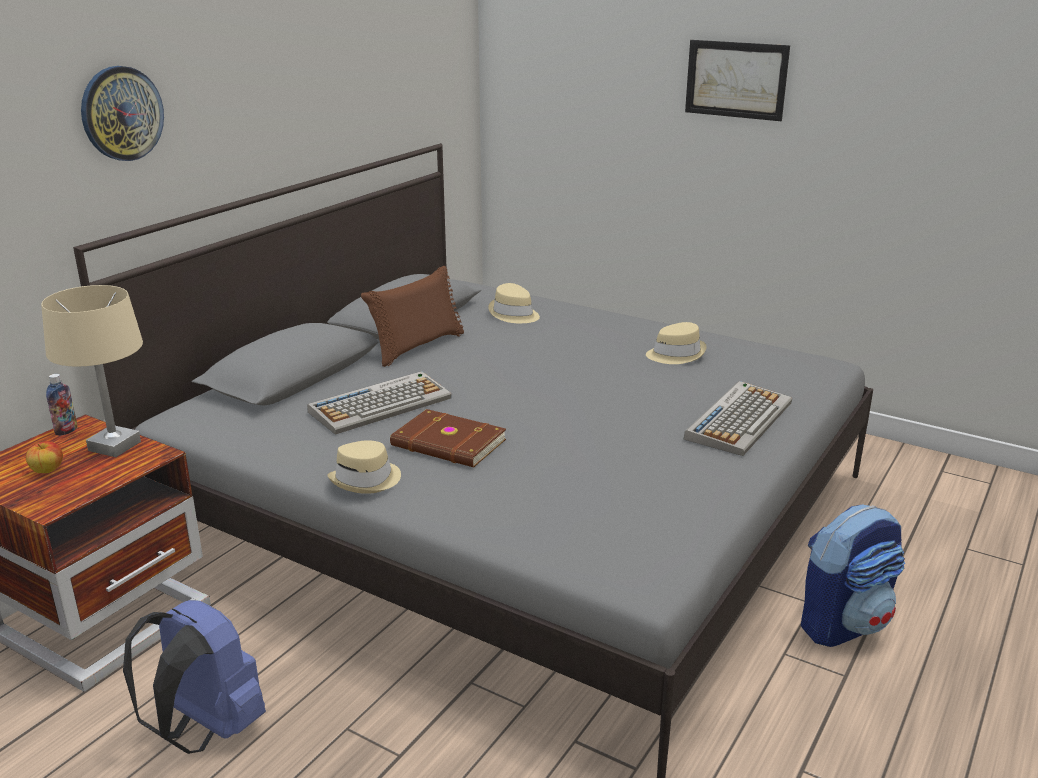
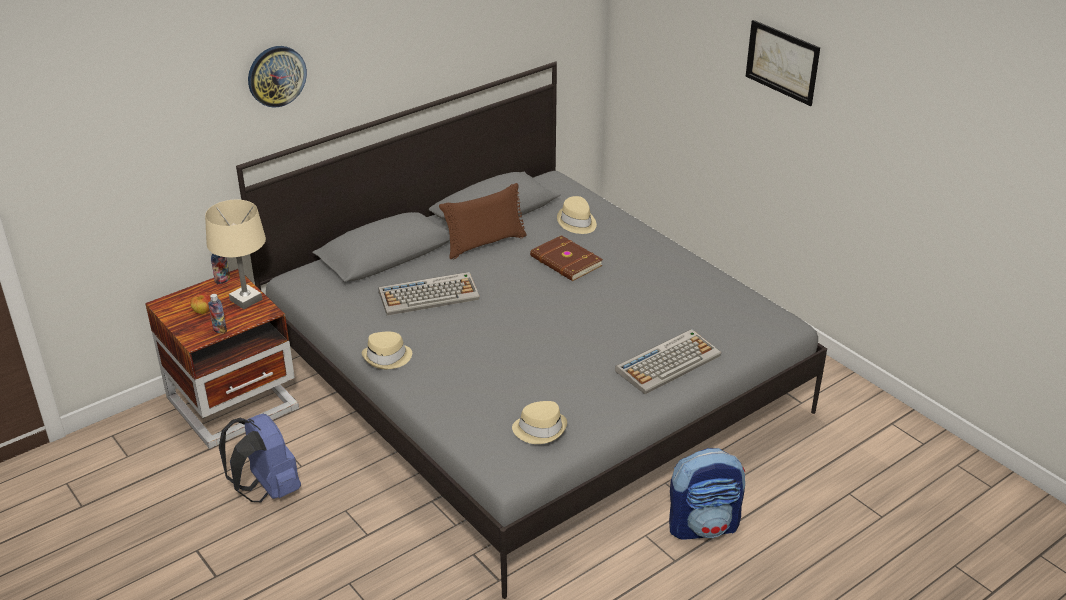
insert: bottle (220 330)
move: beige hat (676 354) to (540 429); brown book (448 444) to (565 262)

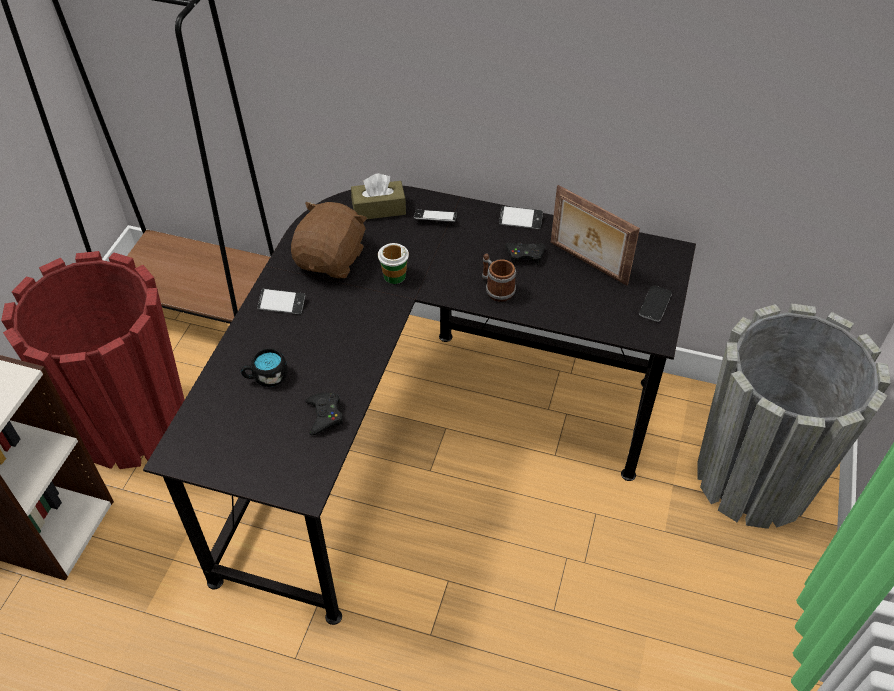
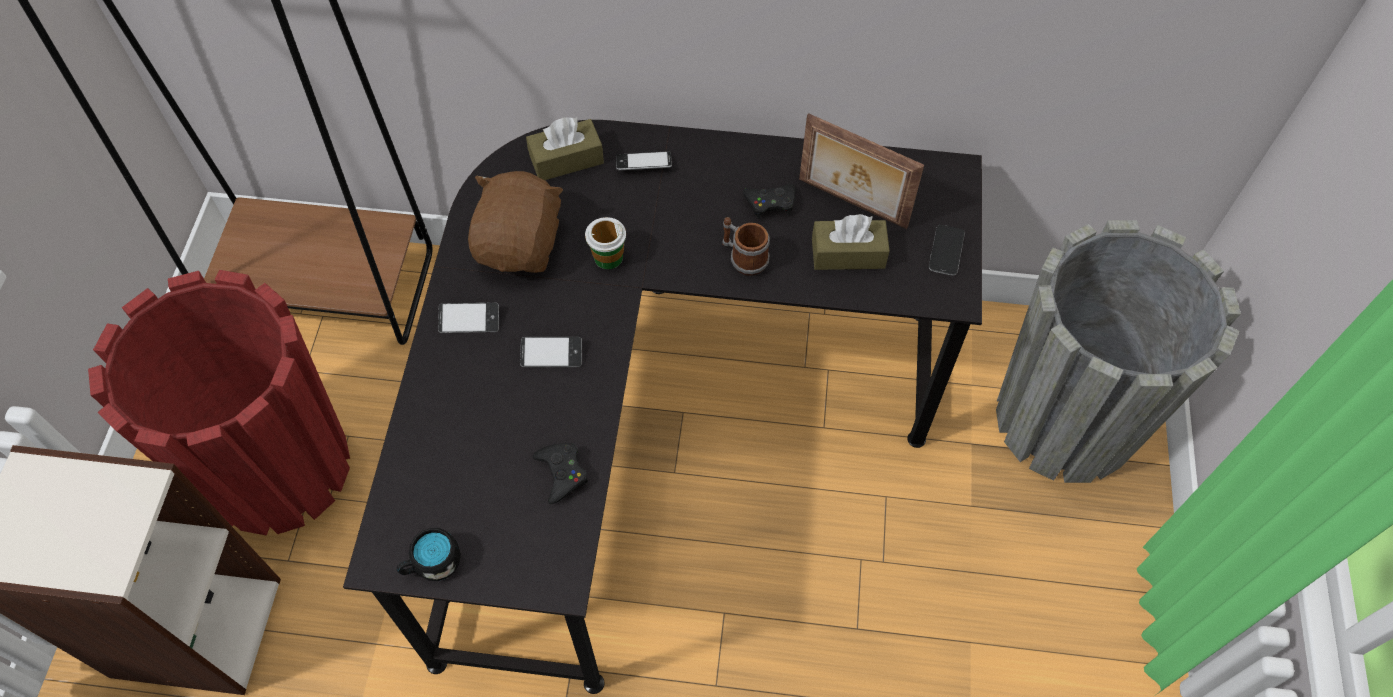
insert: brown tissue box (848 254)
move: black mug (266 377) to (431 564); phone (520 220) to (551 355)

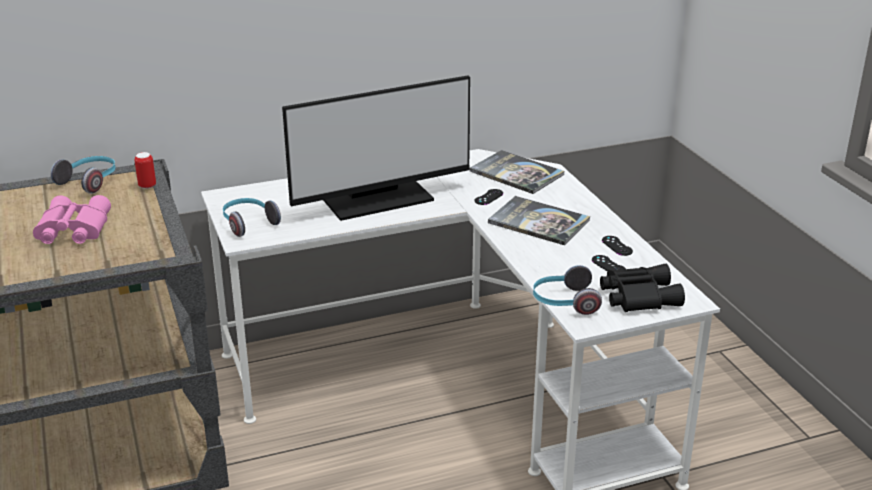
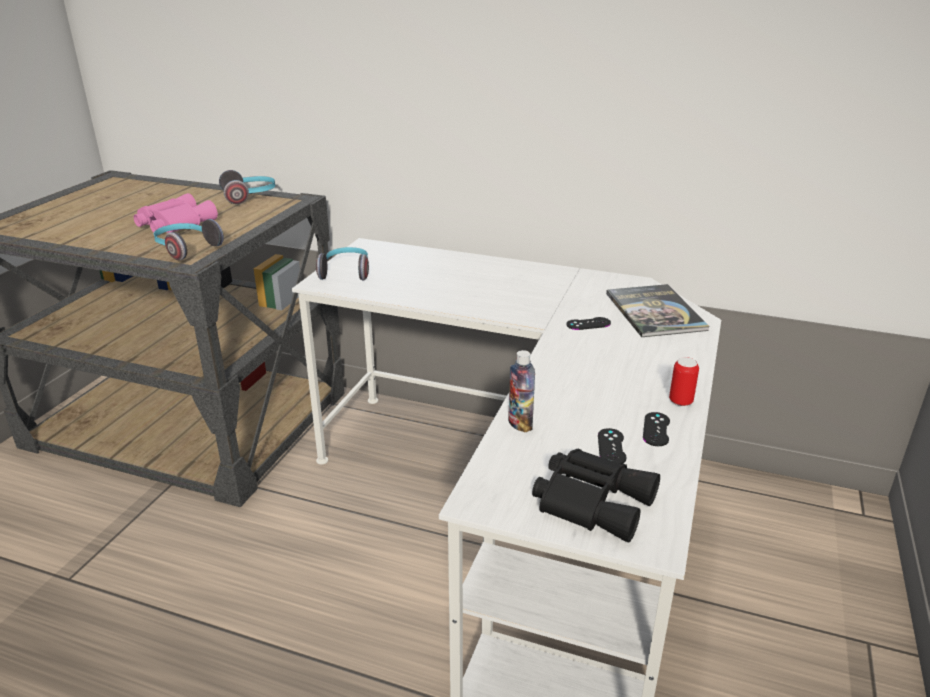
delete: monitor (377 199); book (538 222)
insert: bottle (520 424)
move: headphones (564 302) to (186 249); can (147 186) to (680 401)

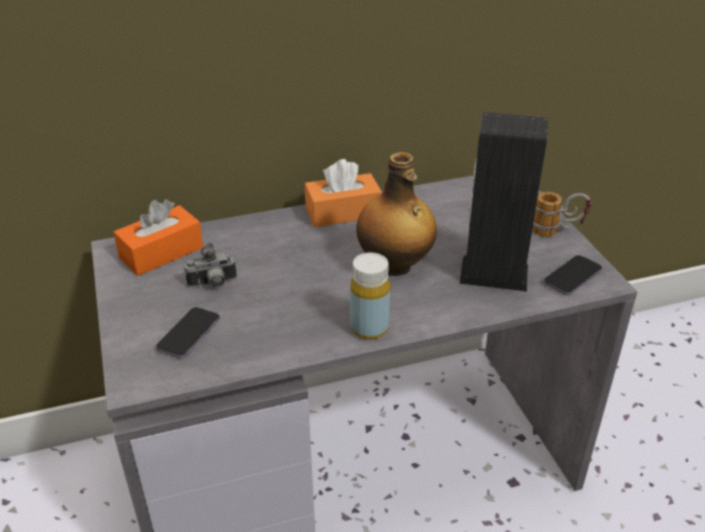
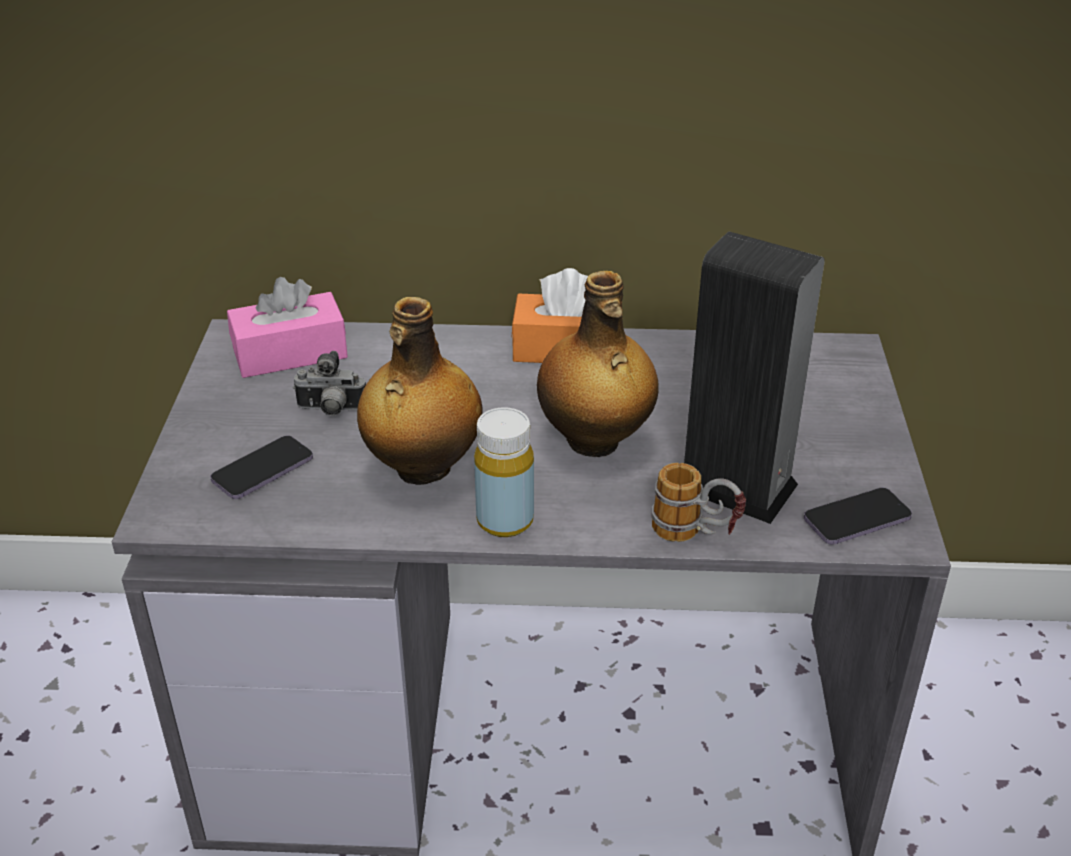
insert: bottle (422 468)
move: mug (557 231) to (695 535)
recolor: orange tissue box (161 253) to pink tissue box (290 353)

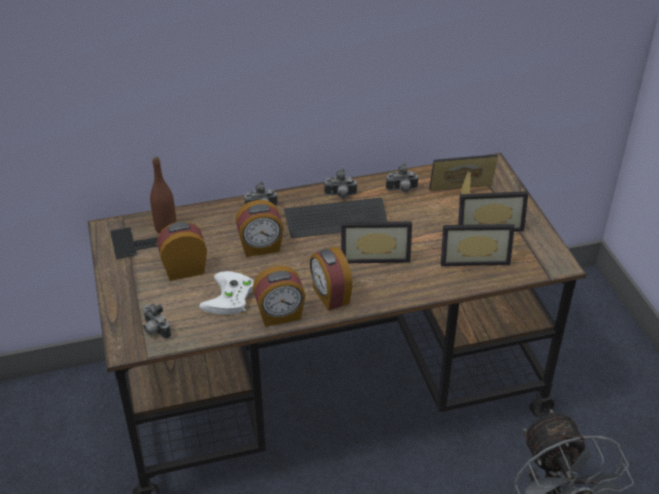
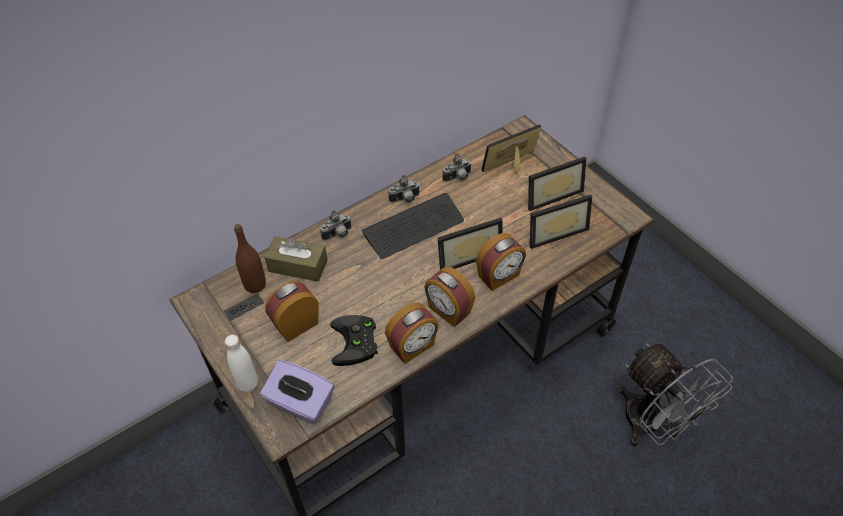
delete: phone (123 243)
insert: white bottle (248 384); brown tissue box (298 266)
move: alarm clock (261 247) to (499 276)
replace: photo camera (154 330) to purple tissue box (300 403)
recolor: white game controller (230 298) to black game controller (356 343)

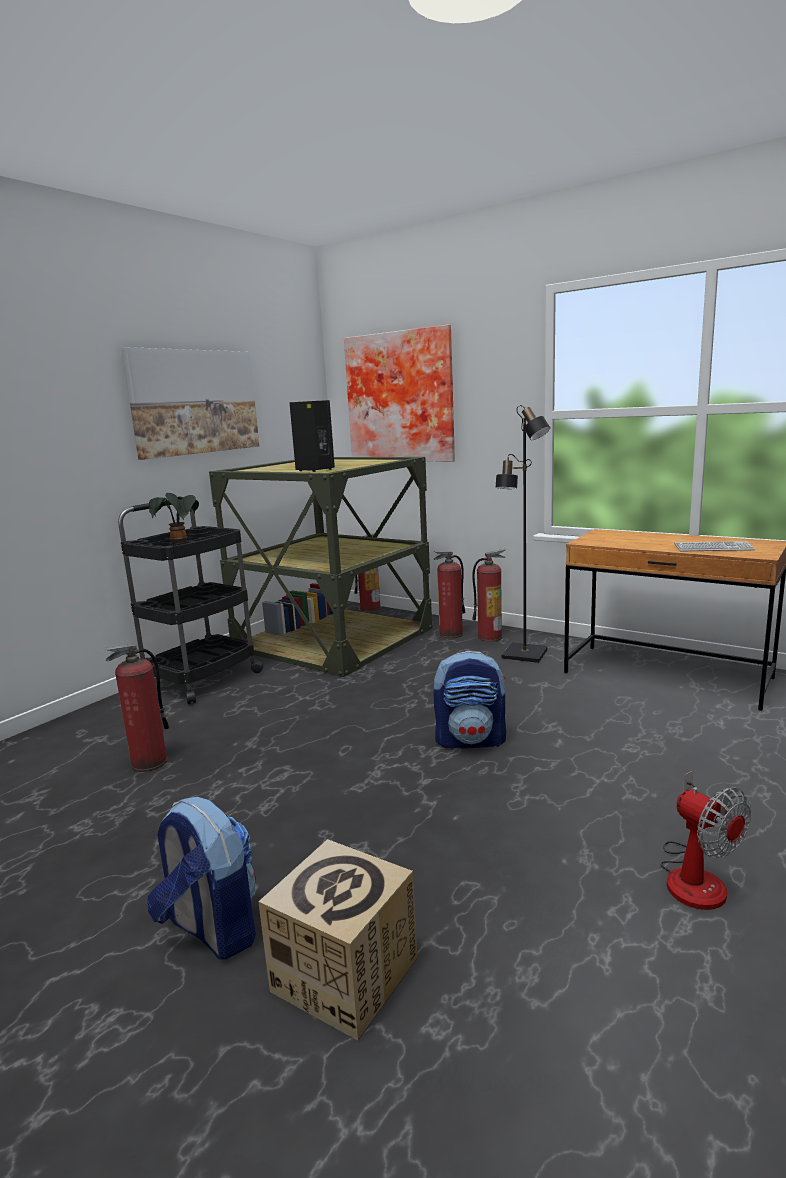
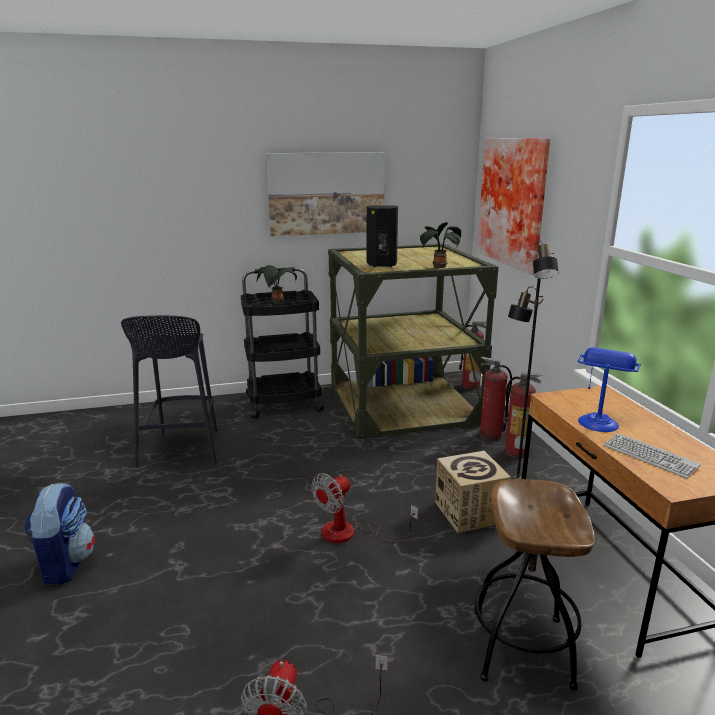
insert: potted plant (439 267); brown stool (522 646); blue table lamp (598 419)
move: cardboard box (345 975) to (469 512)
replace: fire extinguisher (149 763) to grey stool (182 449); backpack (471 740) to fan (350 533)

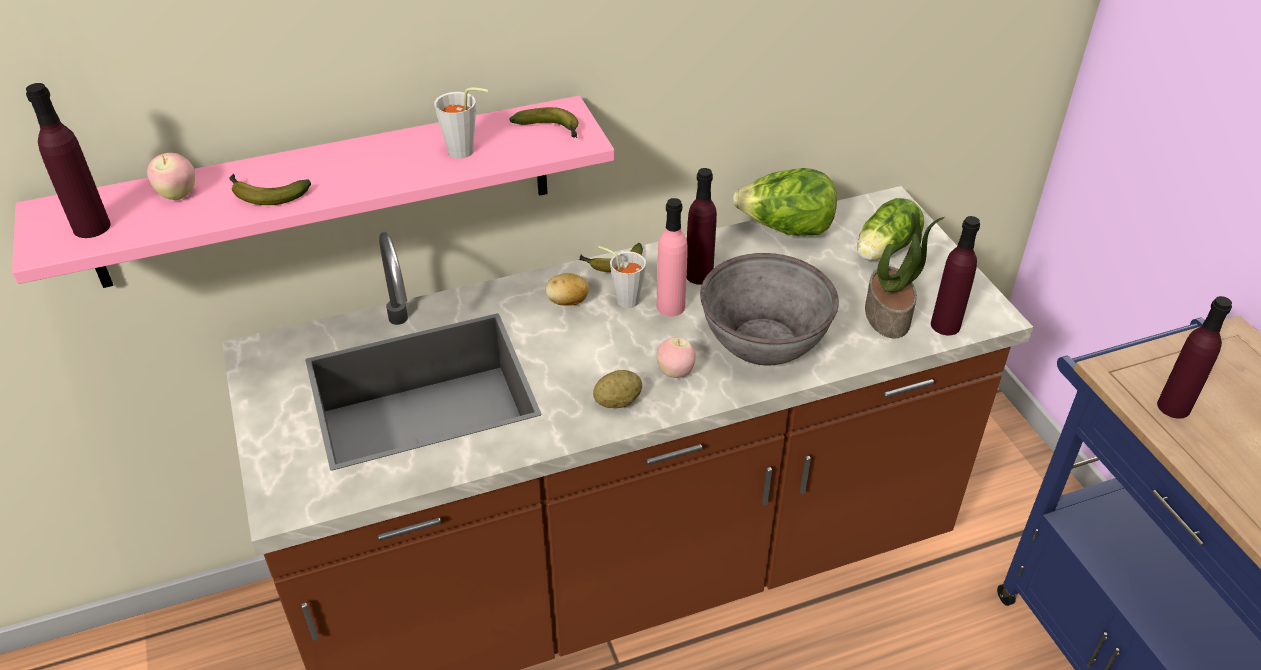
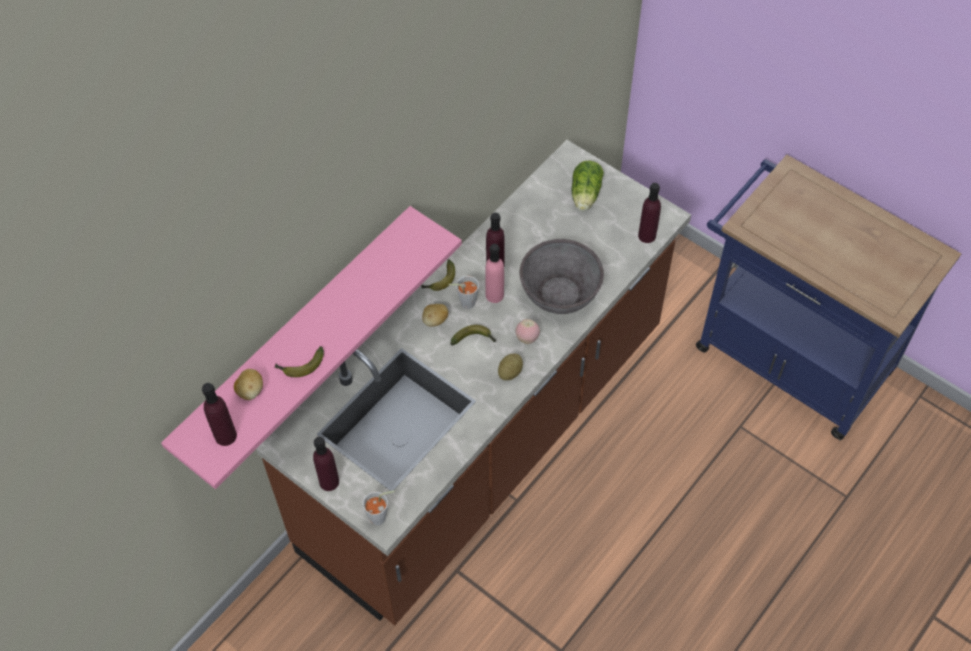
delete: lettuce (785 229); potted plant (889 315)
move: purple bottle (1173 407) to (329 482); grey cup (466 152) to (381 517); banana (551 130) to (474 339)
replace: apple (177 195) to potato (250 391)

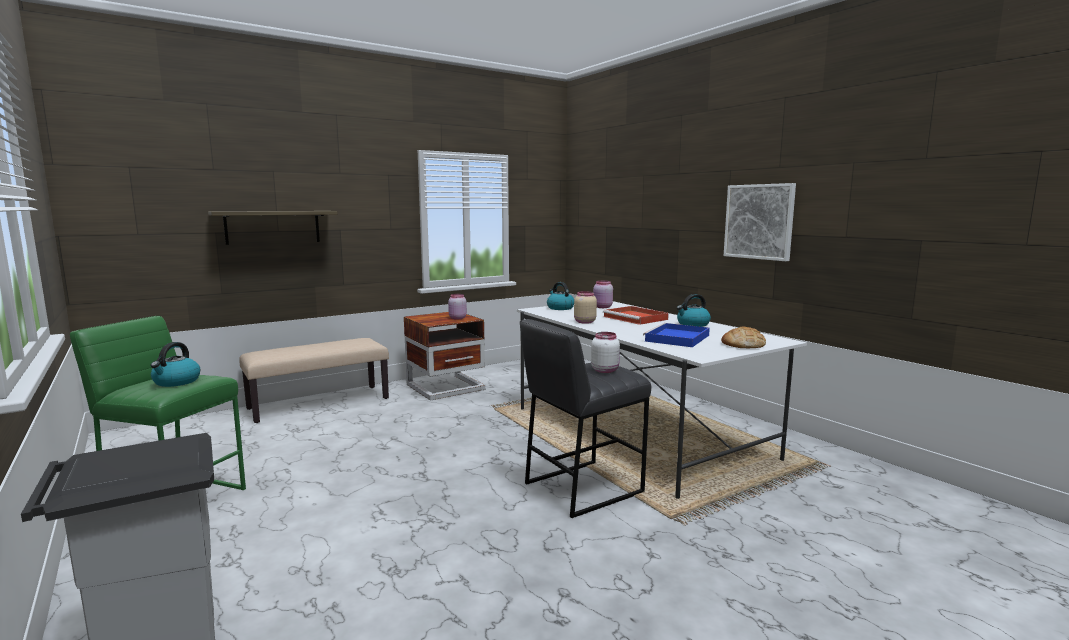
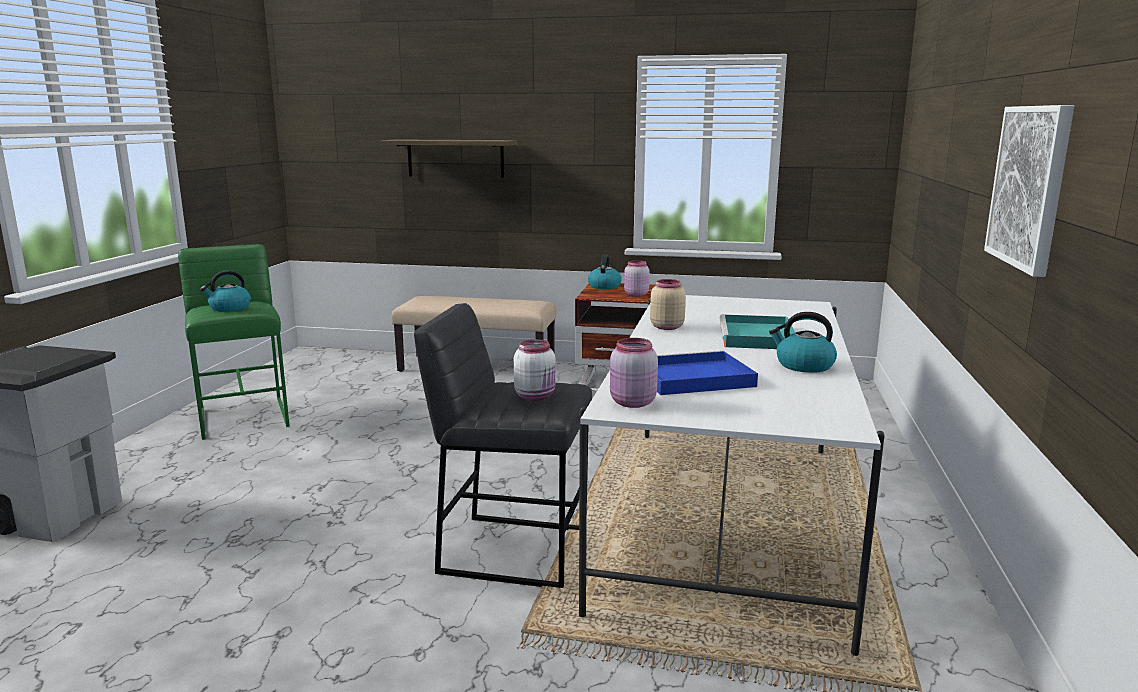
delete: bread (742 344)
move: kettle (560 308) to (604 286); pink jar (602 307) to (631 403)
recolor: red tray (636 318) to turquoise tray (757 337)

